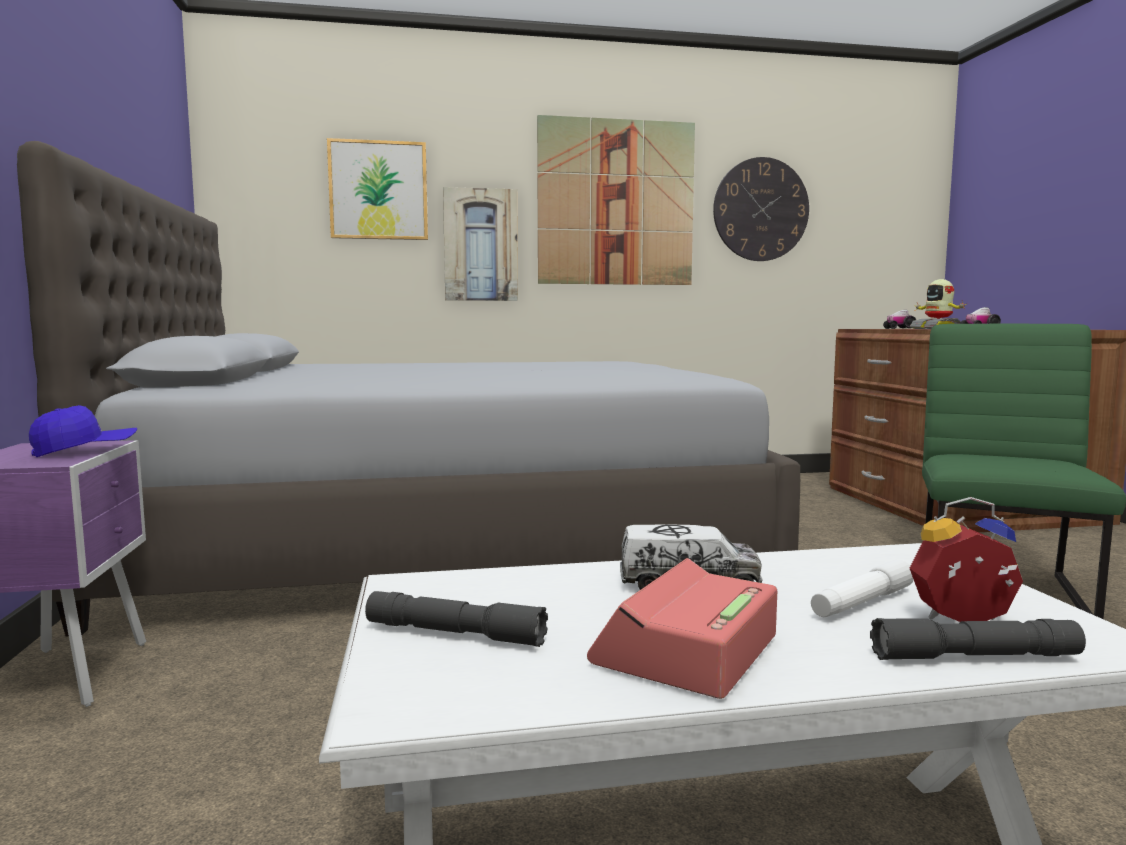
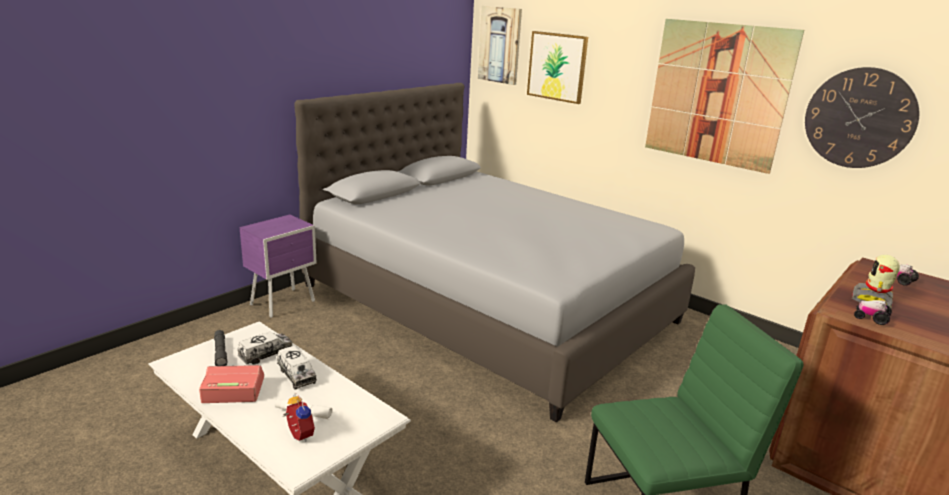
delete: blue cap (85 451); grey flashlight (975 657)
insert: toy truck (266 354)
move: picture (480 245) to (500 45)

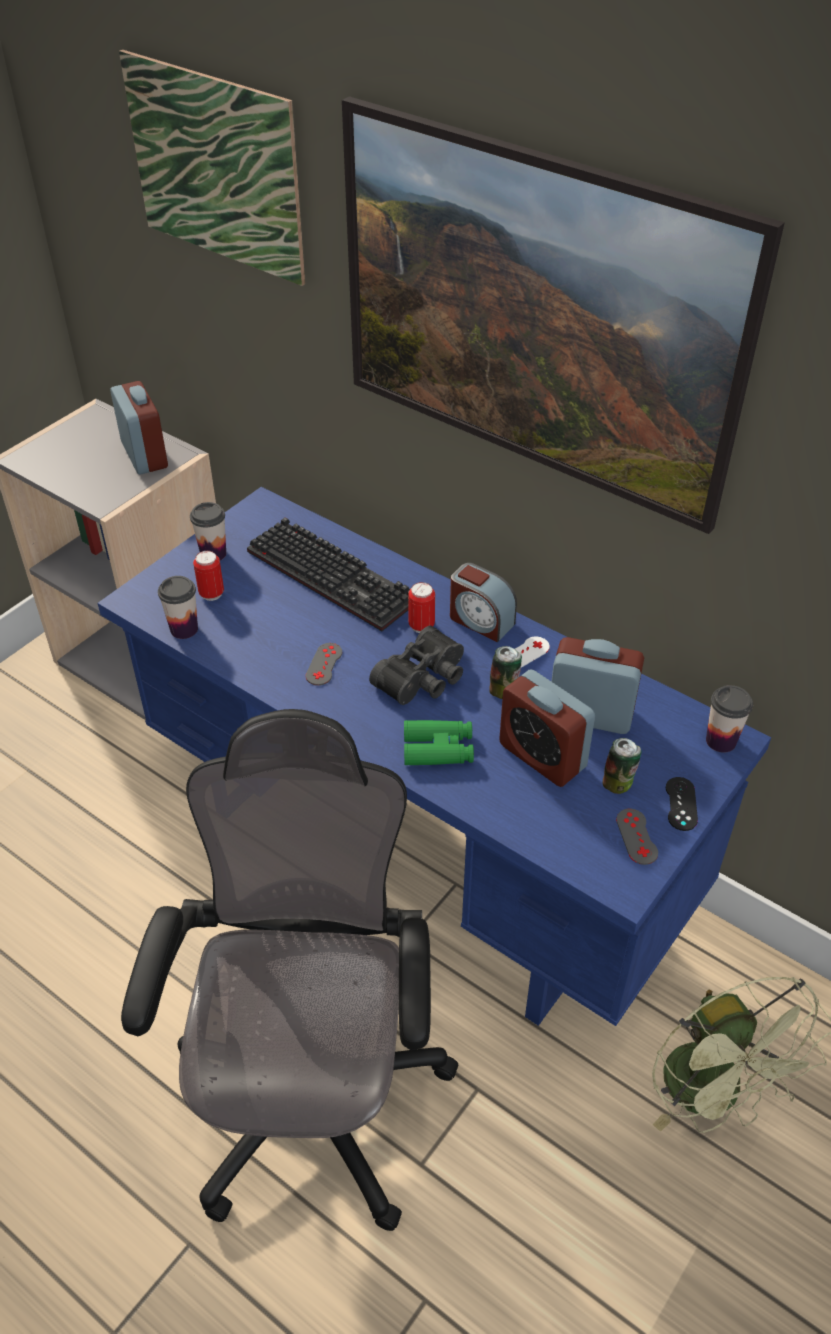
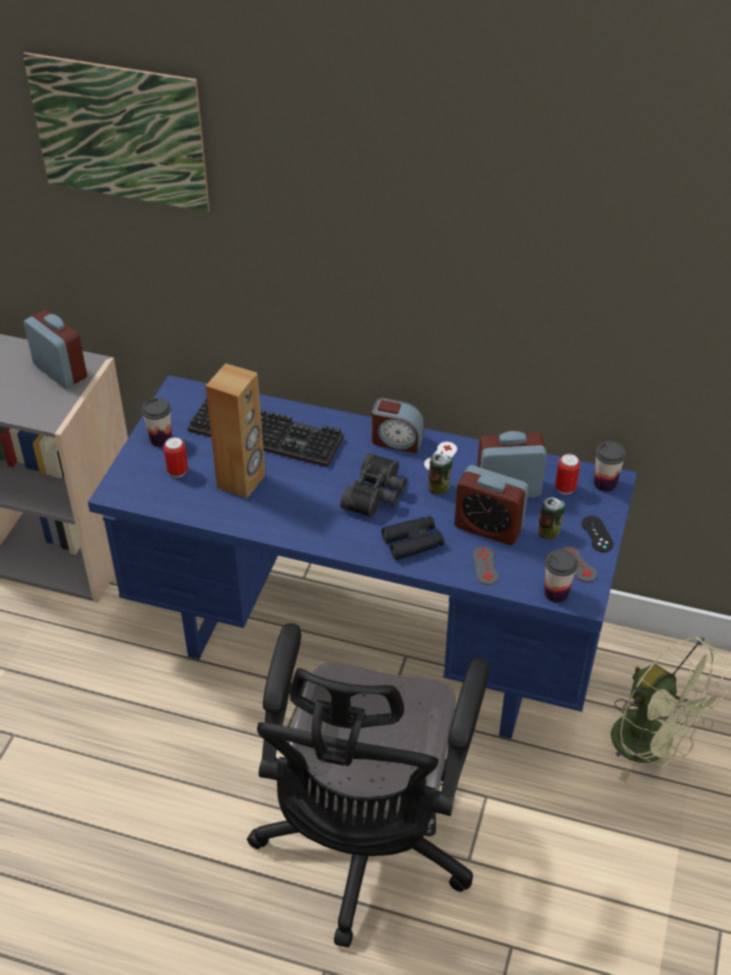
delete: picture (528 385)
insert: brown speaker (242 481)
move: grey game controller (324 664) to (485 566); cup (184 629) to (556 593); can (421 626) to (565 488)
recolor: green binoculars (438 749) to black binoculars (413 542)
rotate: office chair (311 1097) = (367 841) 150 degrees counterclockwise

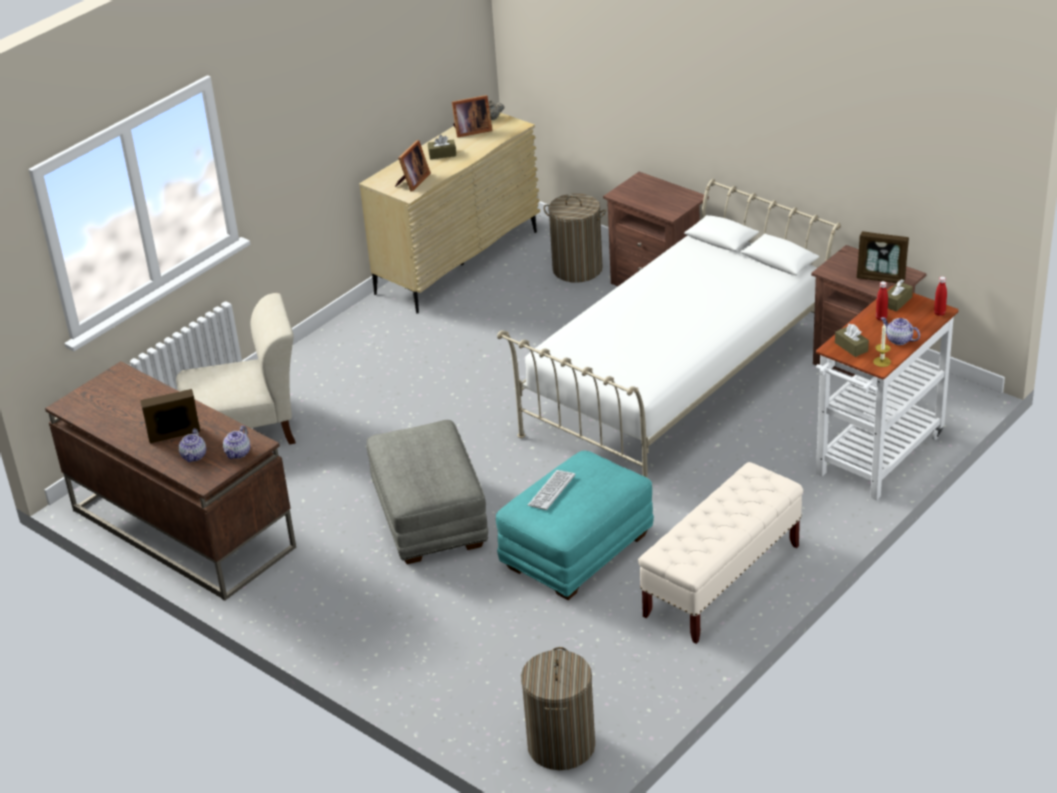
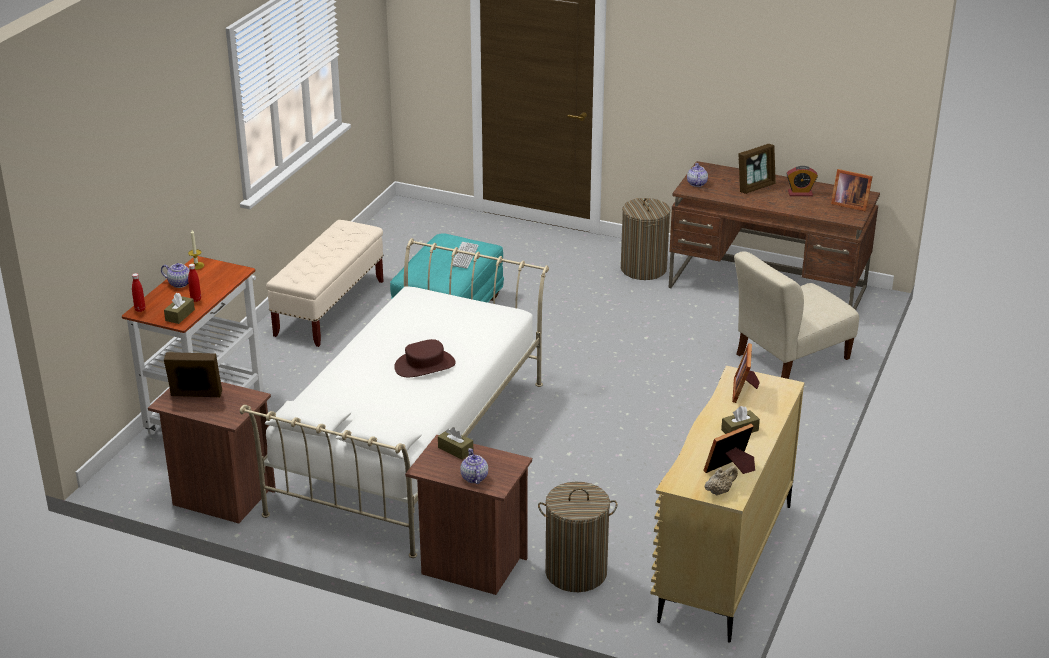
delete: grey ottoman (429 519)
insert: brown hat (425 365); alarm clock (800 193); picture frame (849 204)
move: brown tissue box (851 347) to (455 449); teapot (194 456) to (474 477); laundry basket (561 746) to (643 269)

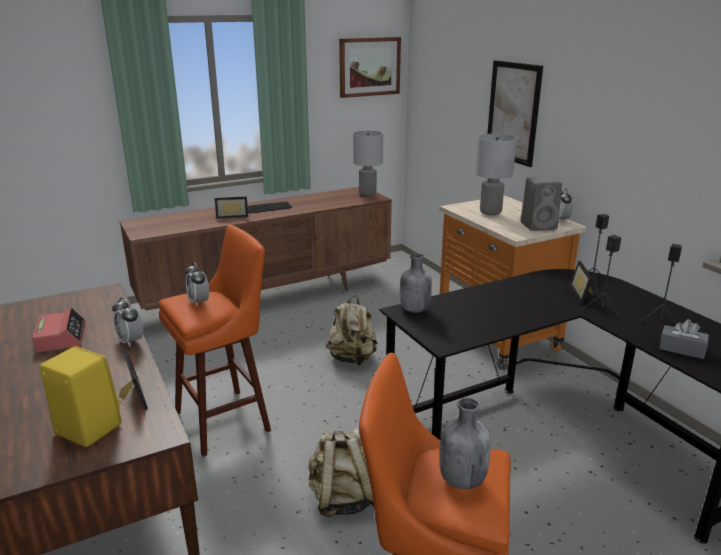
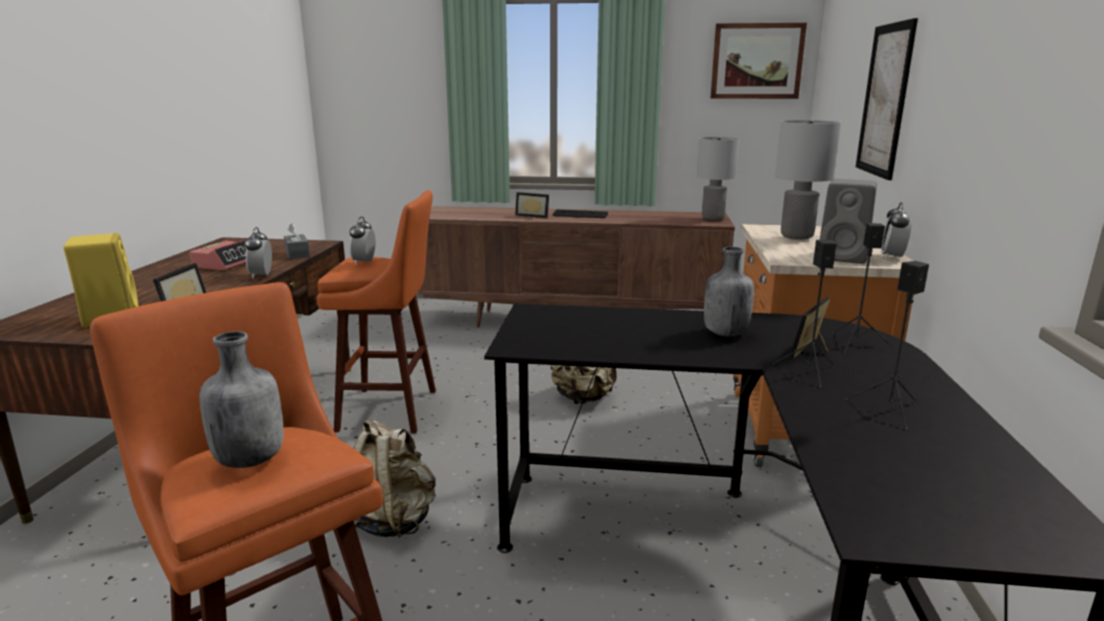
move: grey tissue box (681 349) to (297 254); grey bottle (414 310) to (724 333)

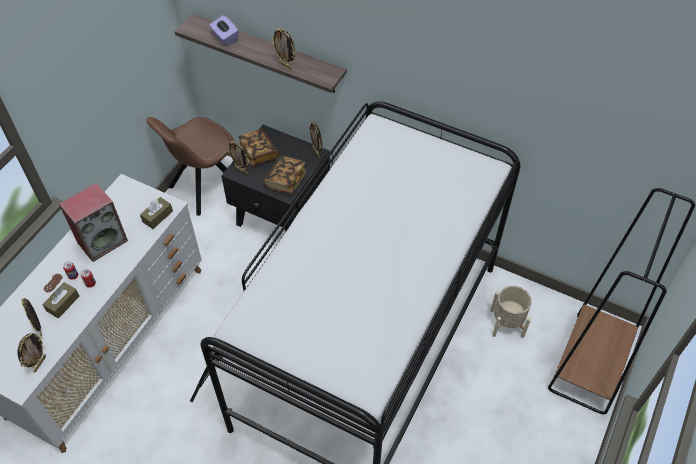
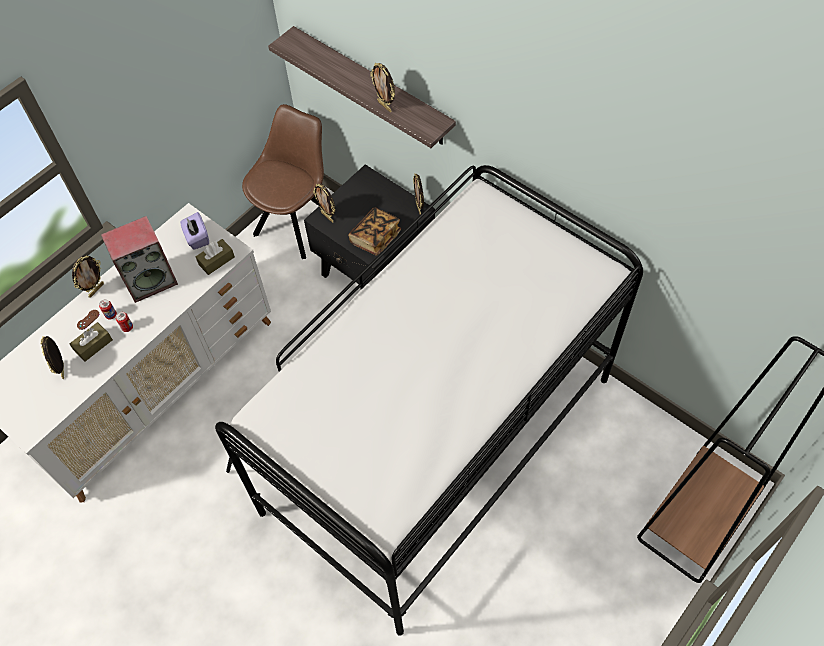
delete: book (259 153); beige planter (507 323)
move: picture frame (39 363) to (96 290); purple tissue box (225 38) to (197 238)
rotate: brown chair (205 187) = (296 224) 150 degrees clockwise

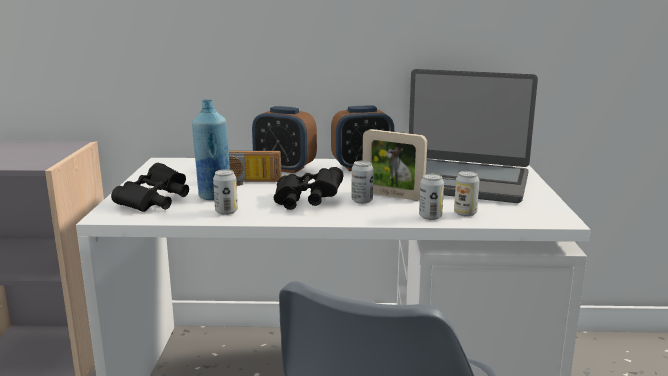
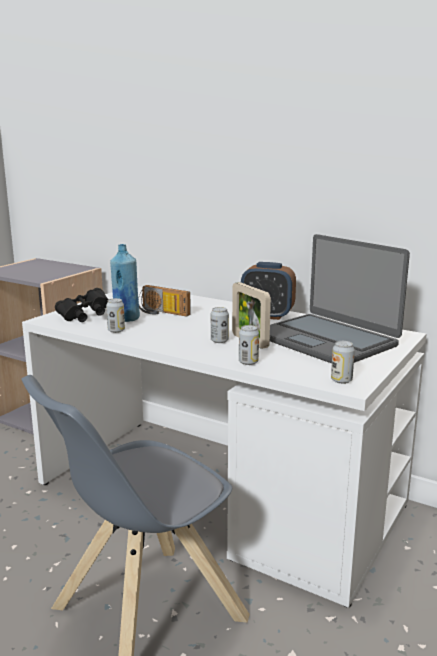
delete: alarm clock (285 168); black binoculars (306 202)
move: can (465 213) to (341 380)

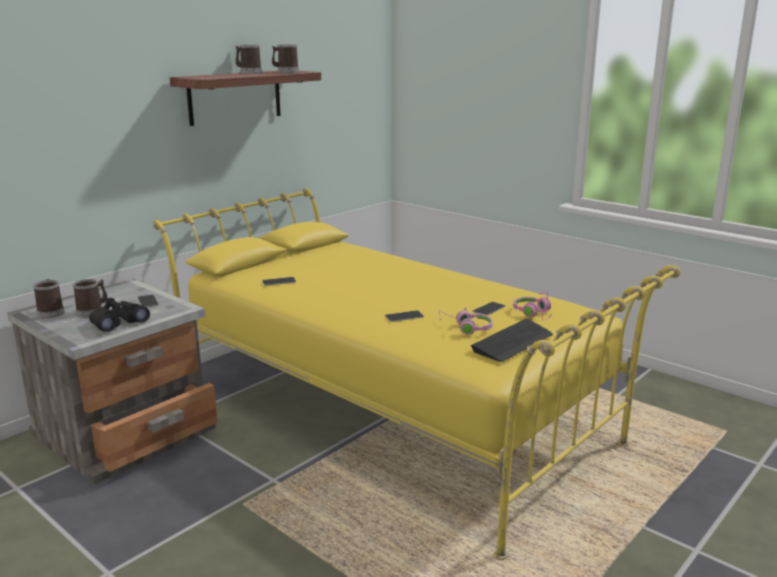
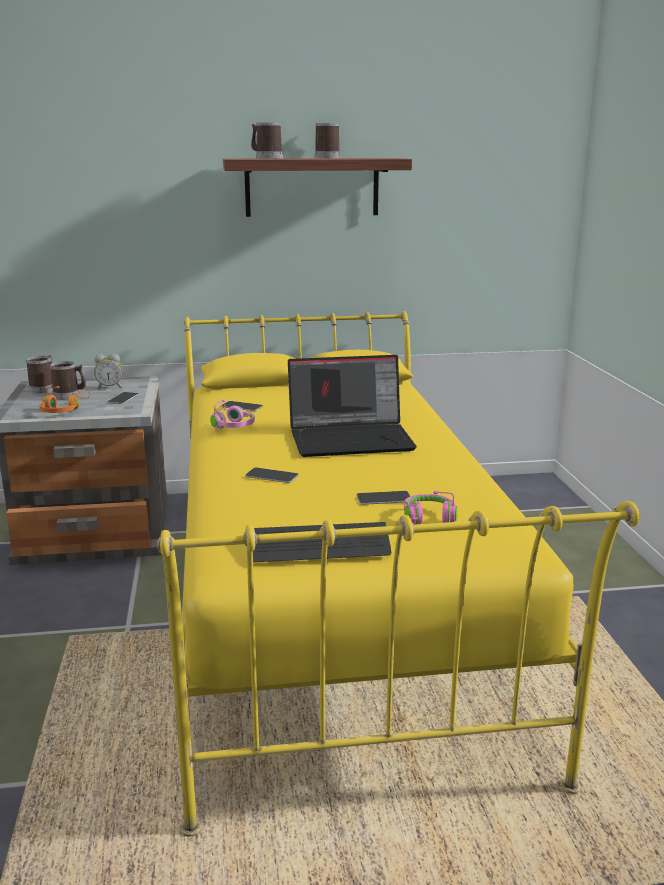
insert: alarm clock (110 387); laptop (352 438)
move: pink headphones (466 328) to (230 424); mug (285 72) to (266 158)
replace: black binoculars (118 322) to orange headphones (64 410)

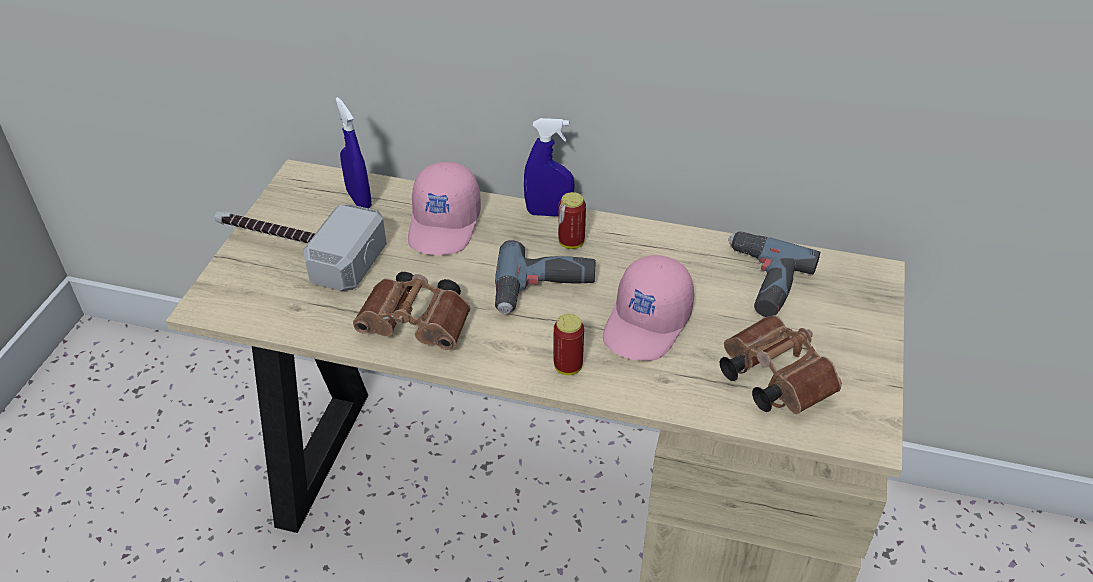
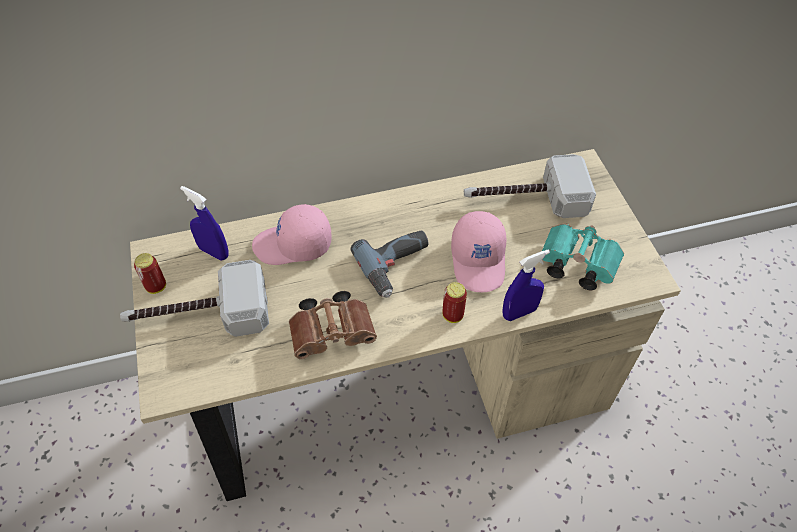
move: can (571 243) to (156 287); blue spray bottle (549 213) to (519 312)
replace: power drill (760 281) to hammer (524 199)
recolor: brown binoculars (770 378) to turquoise binoculars (575 264)
rotate: pink cap (445 224) = (293 245) 105 degrees clockwise

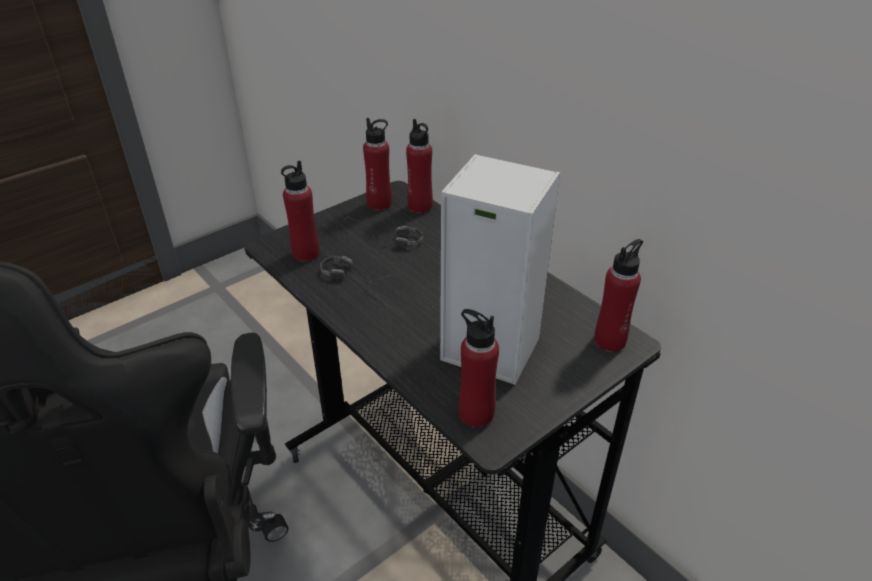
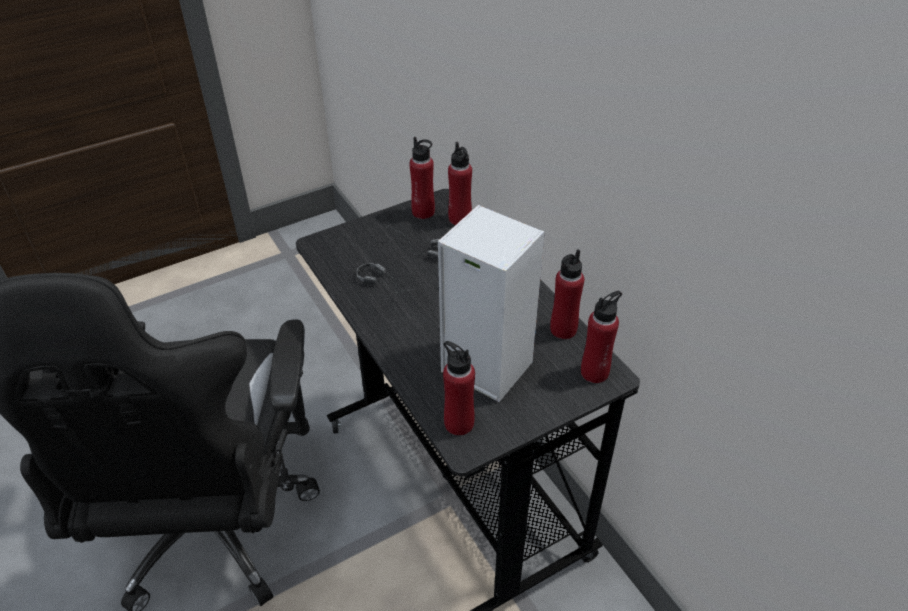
move: red bottle (305 253) to (563 329)

